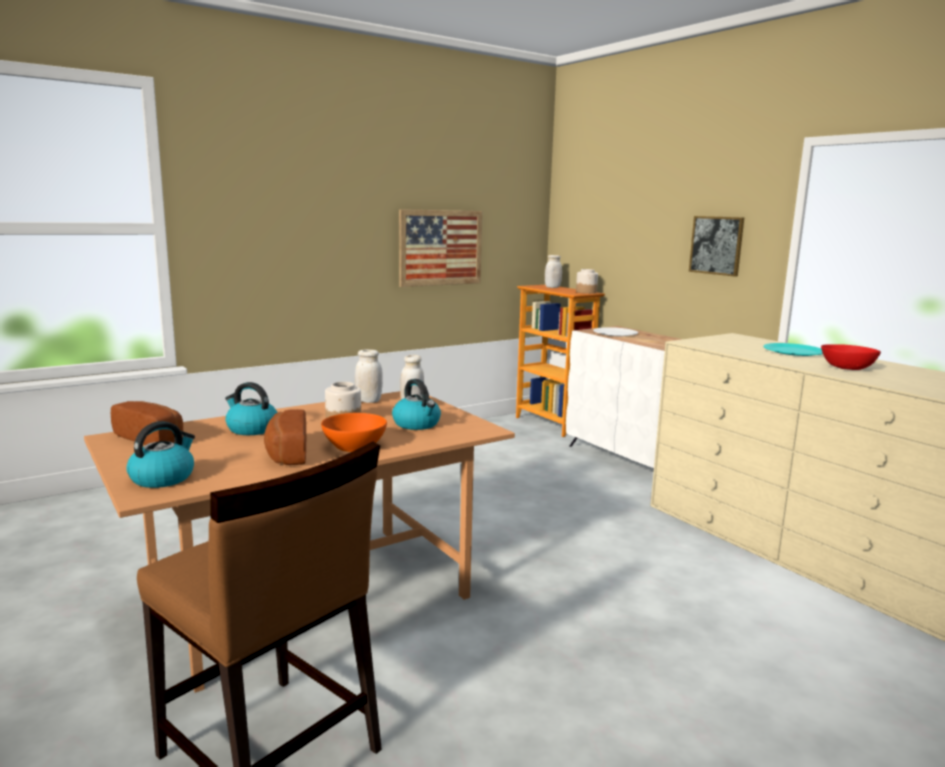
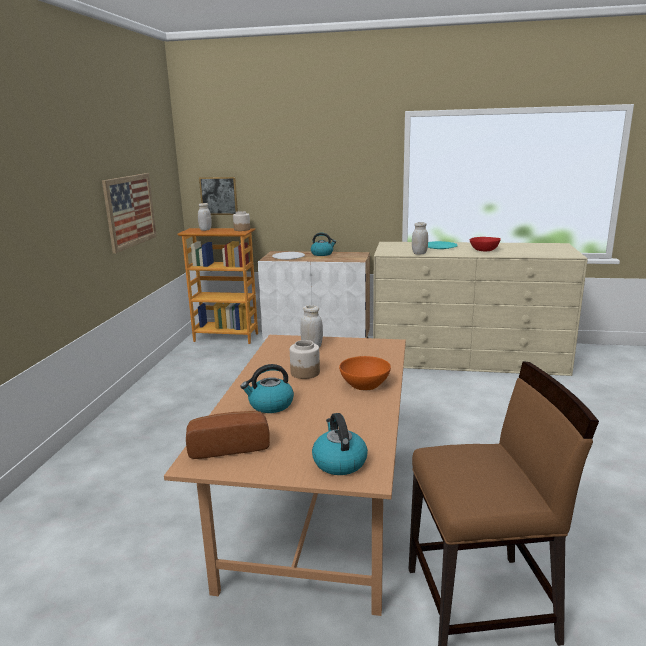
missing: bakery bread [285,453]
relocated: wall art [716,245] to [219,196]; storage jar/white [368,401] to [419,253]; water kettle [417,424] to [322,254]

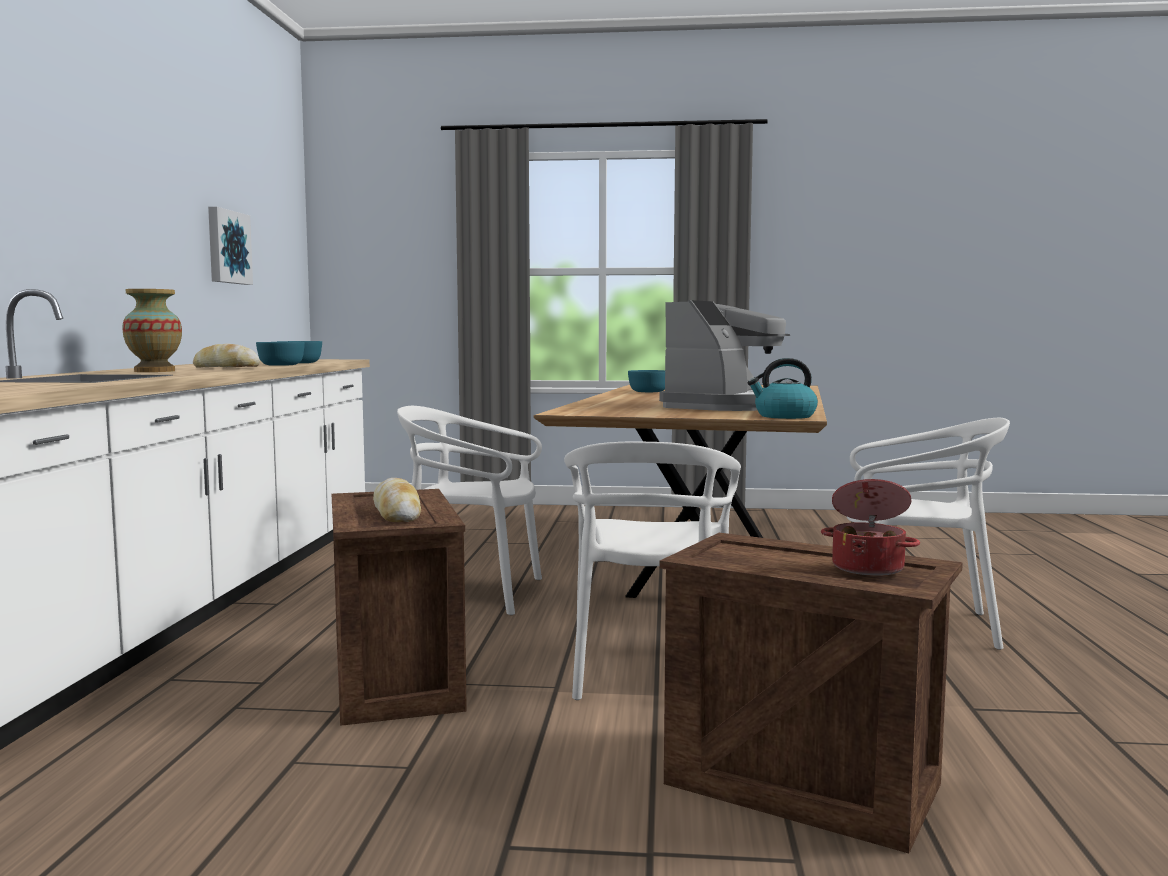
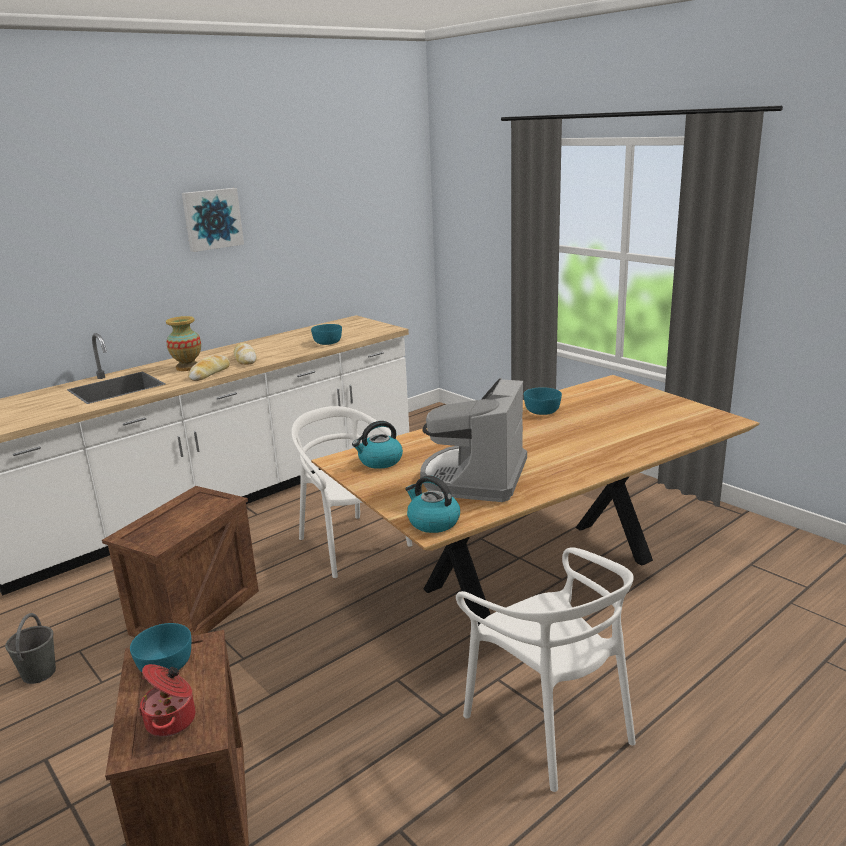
missing: plain chair/white [648,671]
appeared: water kettle [380,461]; bucket/greyish [39,673]
relocated: wall art [227,247] to [212,219]; deep dish/turquoise [280,365] to [165,663]; bakery bread [397,512] to [210,373]
spun: coffee machine [728,406] = [475,478] 120 degrees clockwise

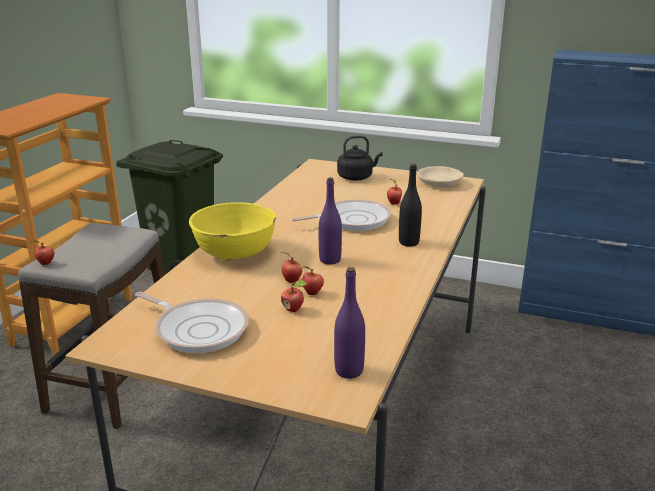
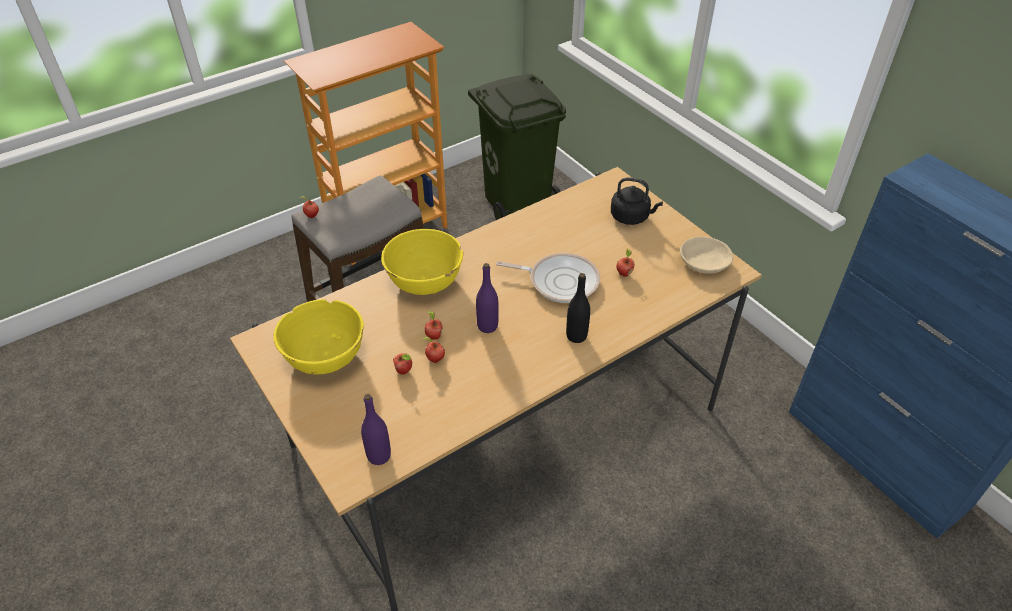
exchanged: pan [198,329] to deep dish/yellowish [325,356]

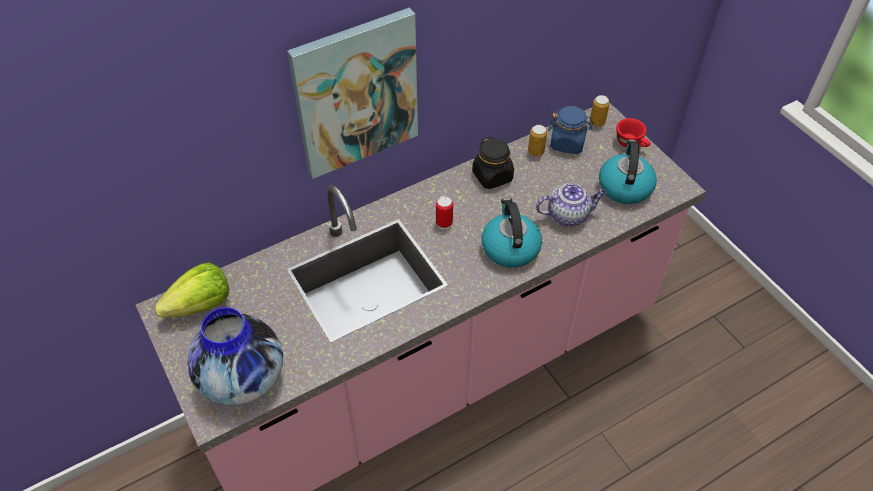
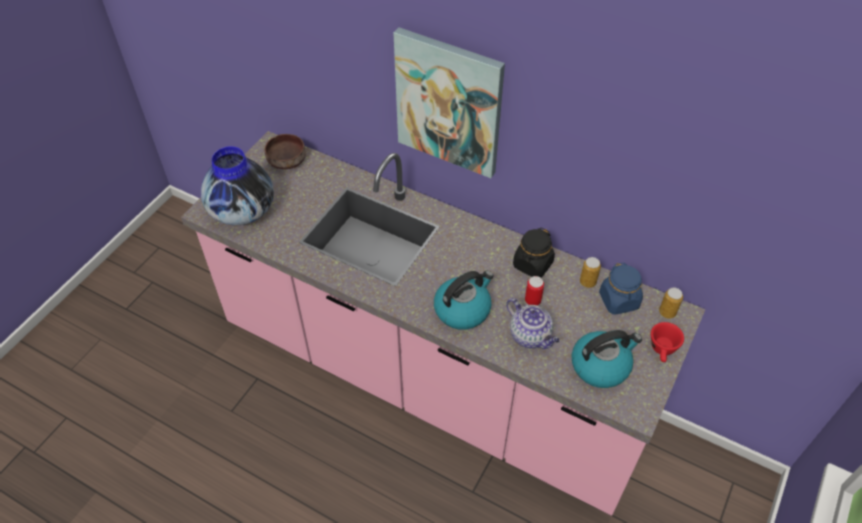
relocated: sealed can [444,223] to [532,301]
exchanged: lettuce head [201,305] to deep dish/brownish [287,161]

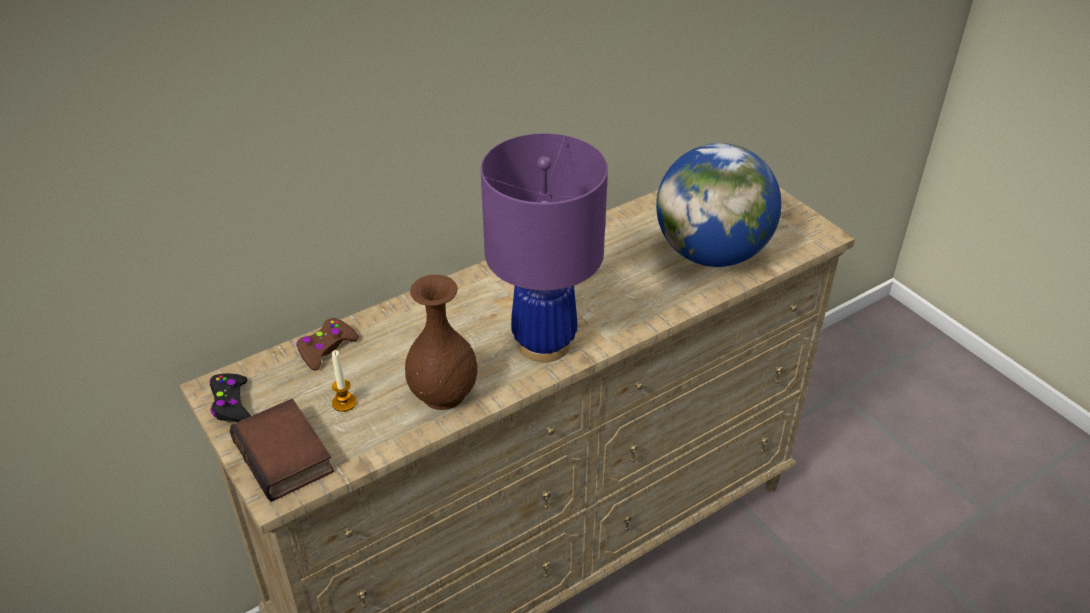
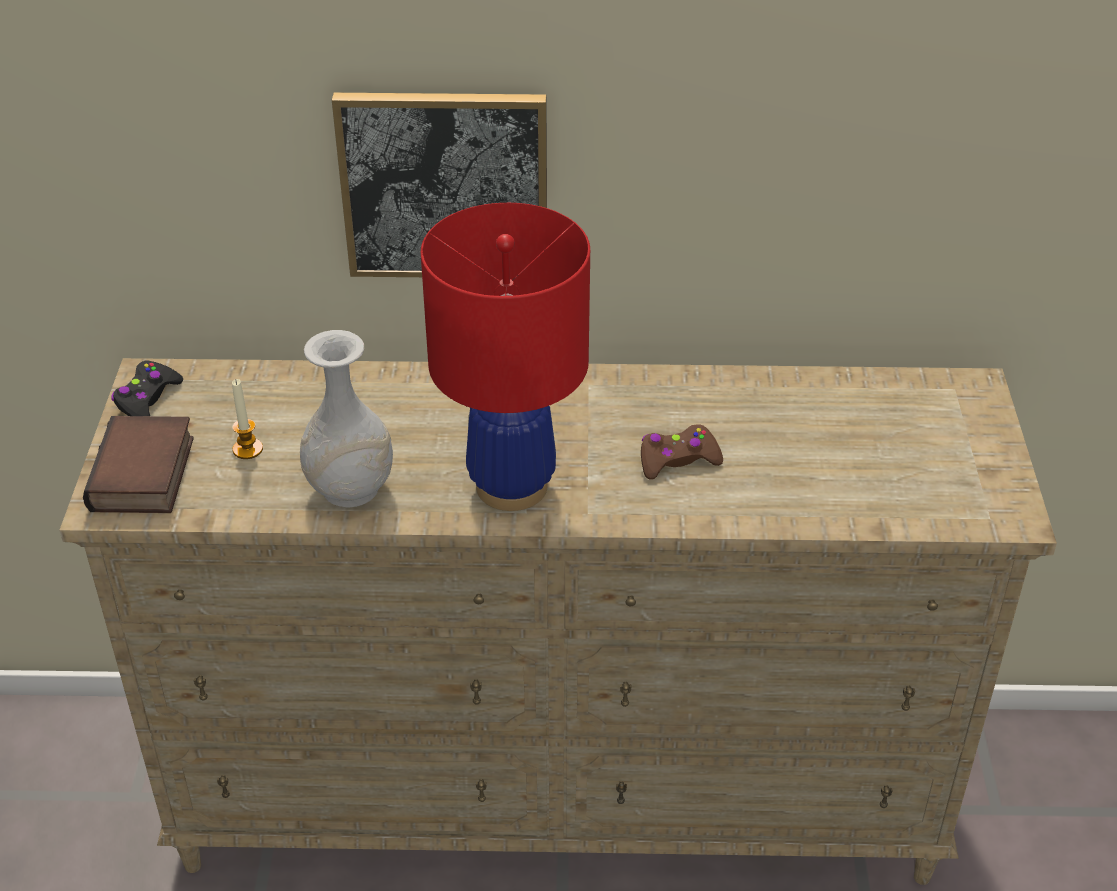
missing: world globe [711,253]
appeared: wall art [444,185]
relocated: game controller/brownish [326,349] to [677,460]
colour: table lamp/purplish [544,344] to table lamp/red-coloured [511,486]; decorative vase/brownish [444,394] to decorative vase/white [351,489]

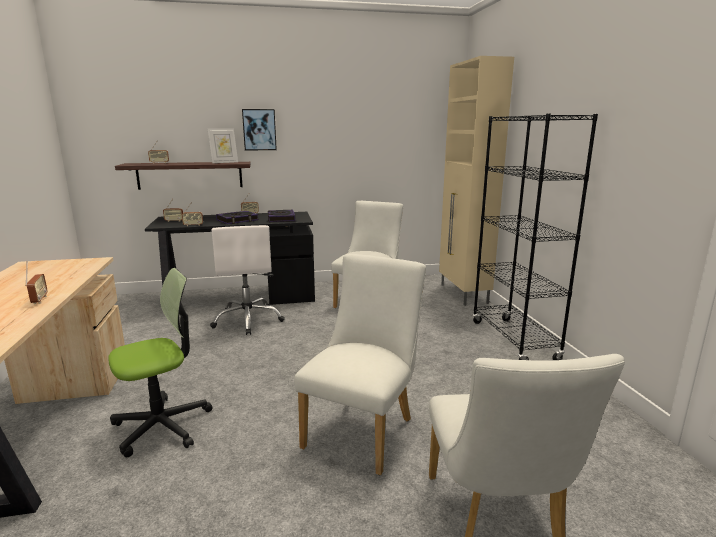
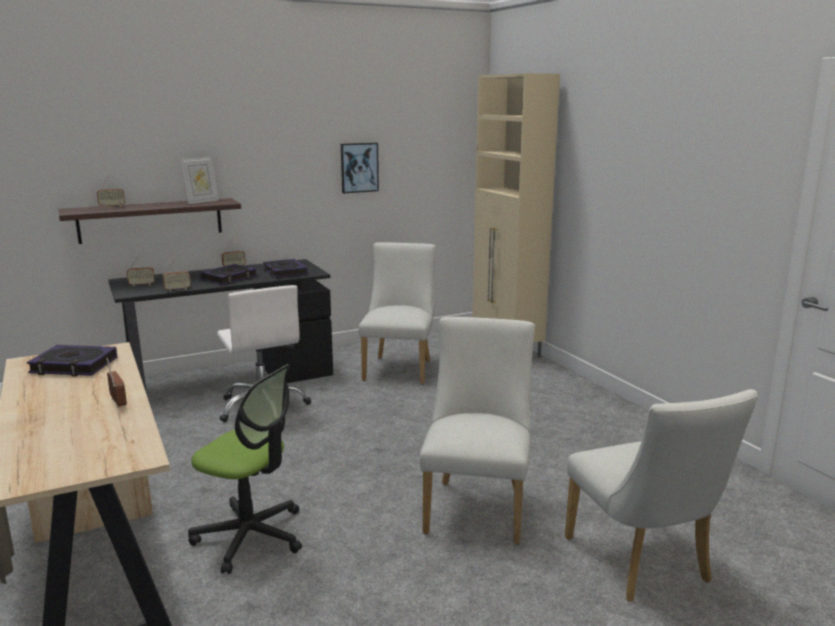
missing: bookshelf/blackish [513,341]
appeared: book [74,366]
relocated: wall art [259,129] to [359,167]
spun: computer chair [162,425] = [250,536] 75 degrees clockwise

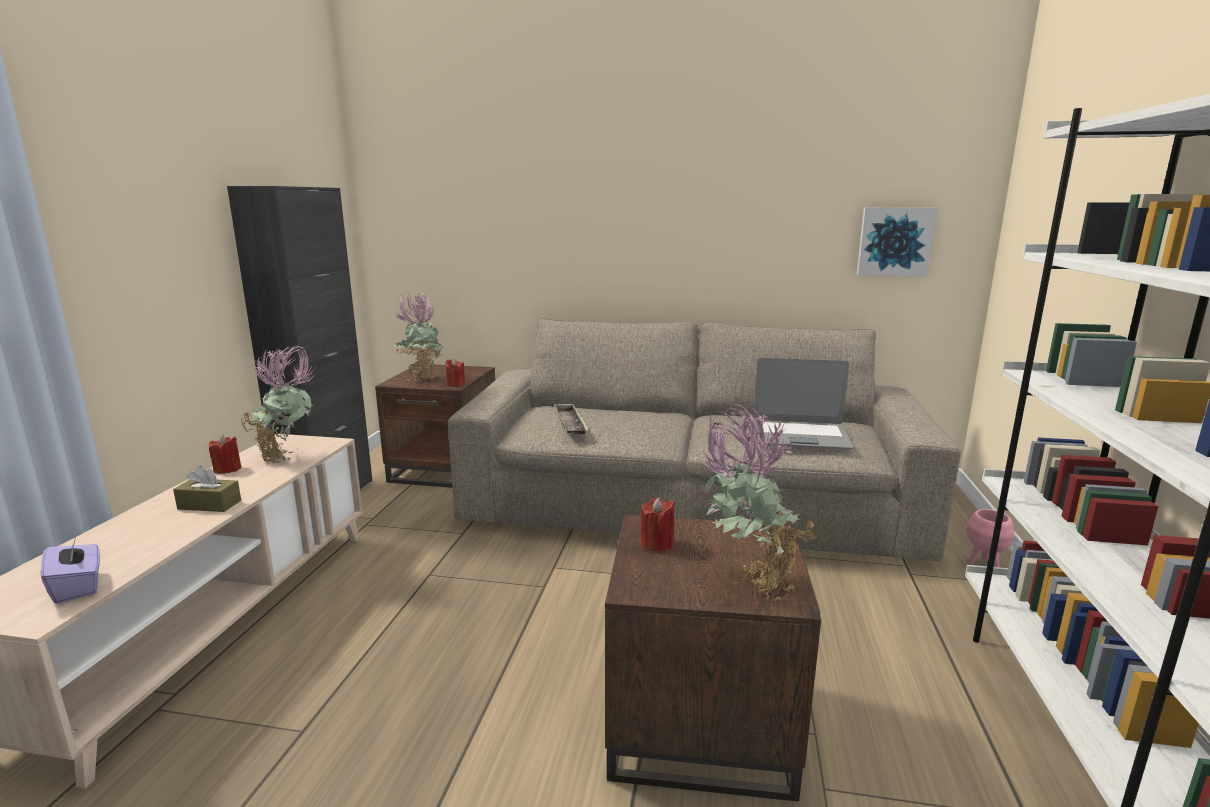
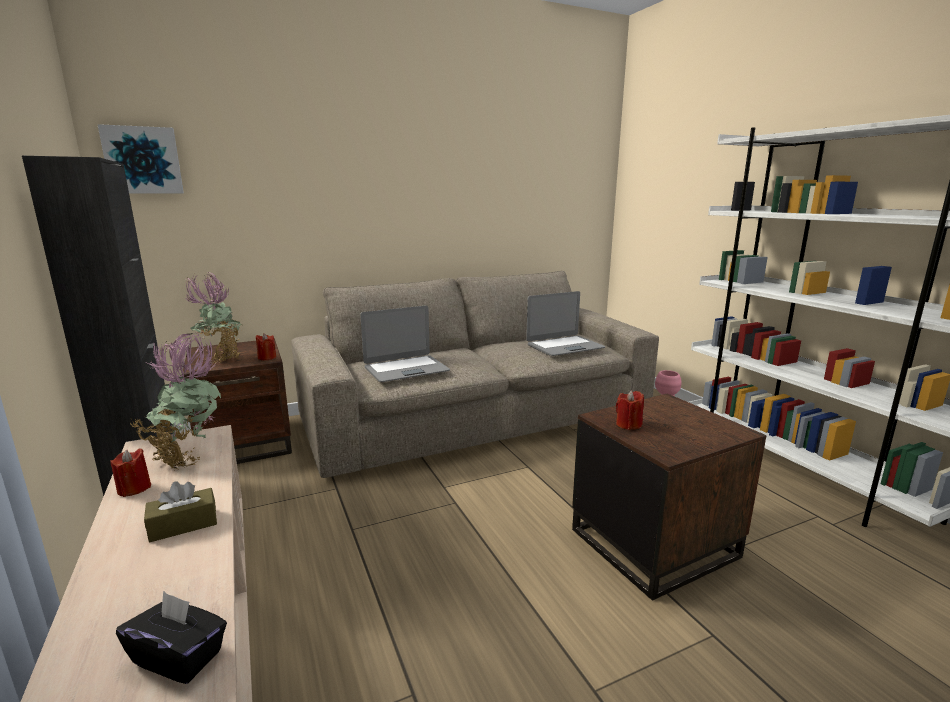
missing: houseplant [748,584]
relocated: wall art [894,241] to [143,160]
exchanged: tray [570,423] to laptop [406,369]
colour: tissue holder/purplish [78,587] to tissue holder/blackish [179,657]

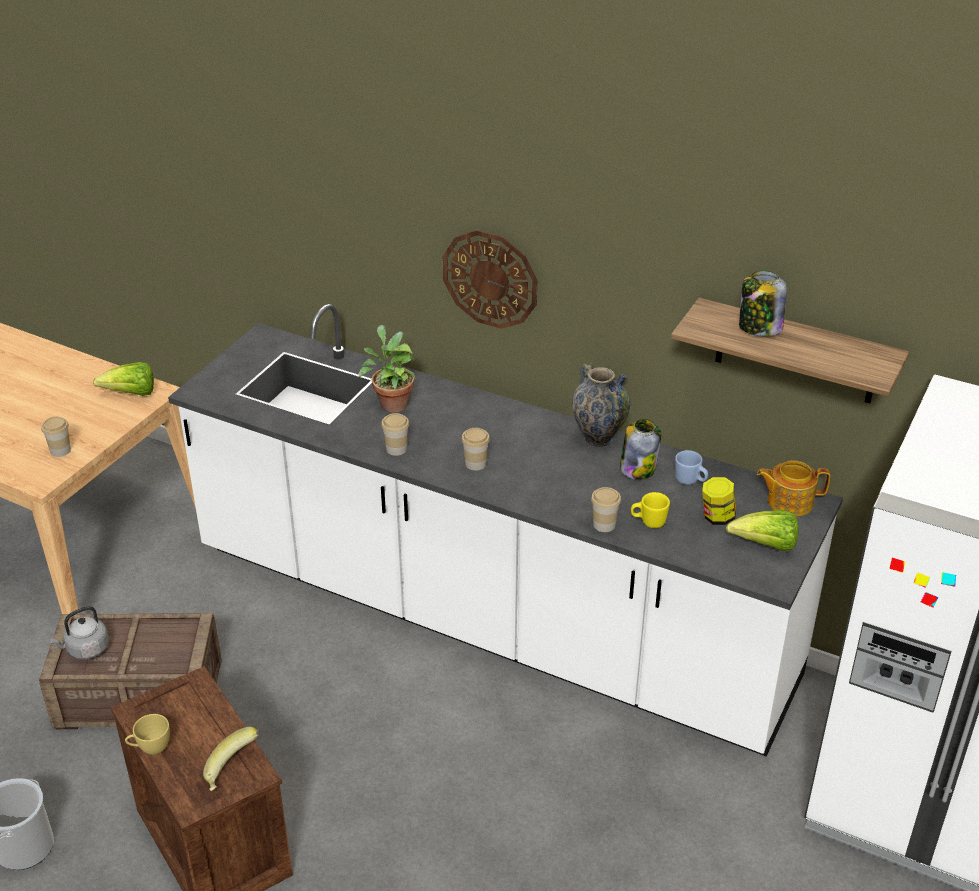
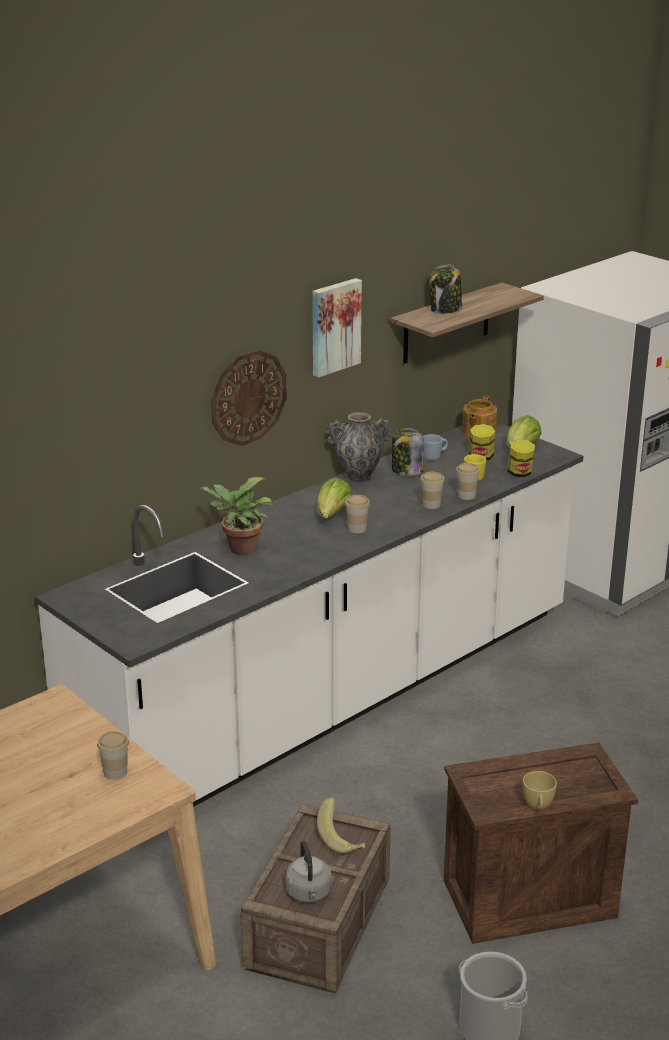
appeared: wall art [334,326]; storage jar [519,473]
relocated: lettuce head [131,394] to [332,515]; cup [396,449] to [431,504]; whole banana [233,771] to [342,840]

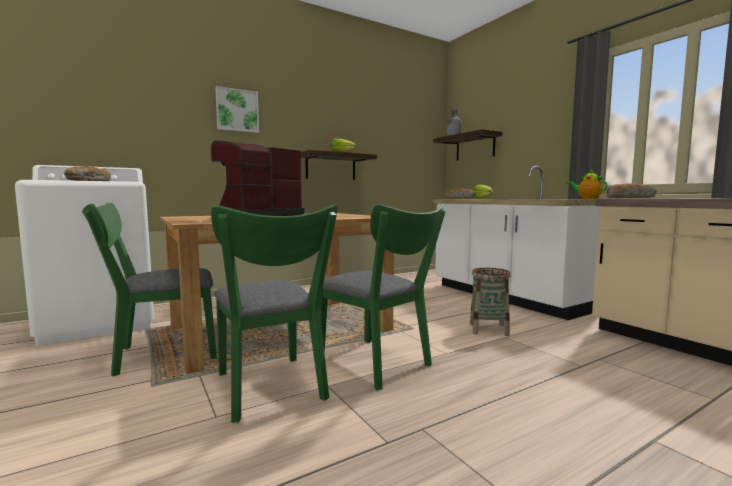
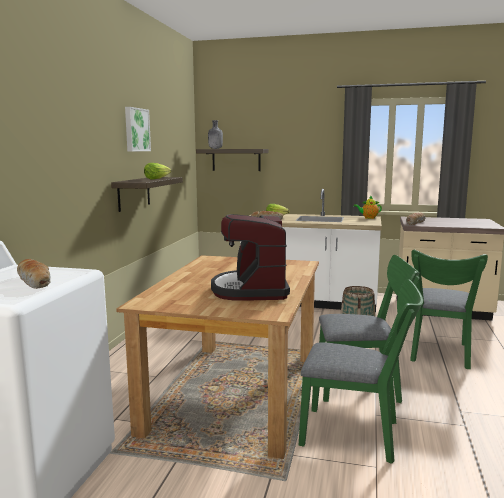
relocated: wall art [237,110] to [136,130]; plain chair/greenish [158,355] to [439,354]

